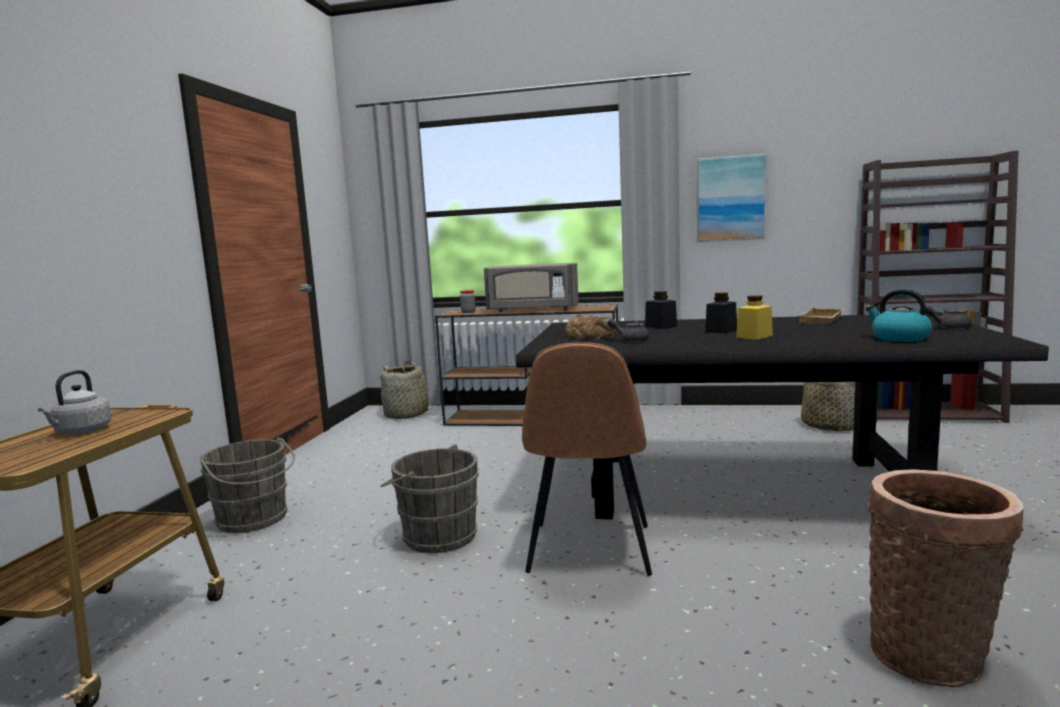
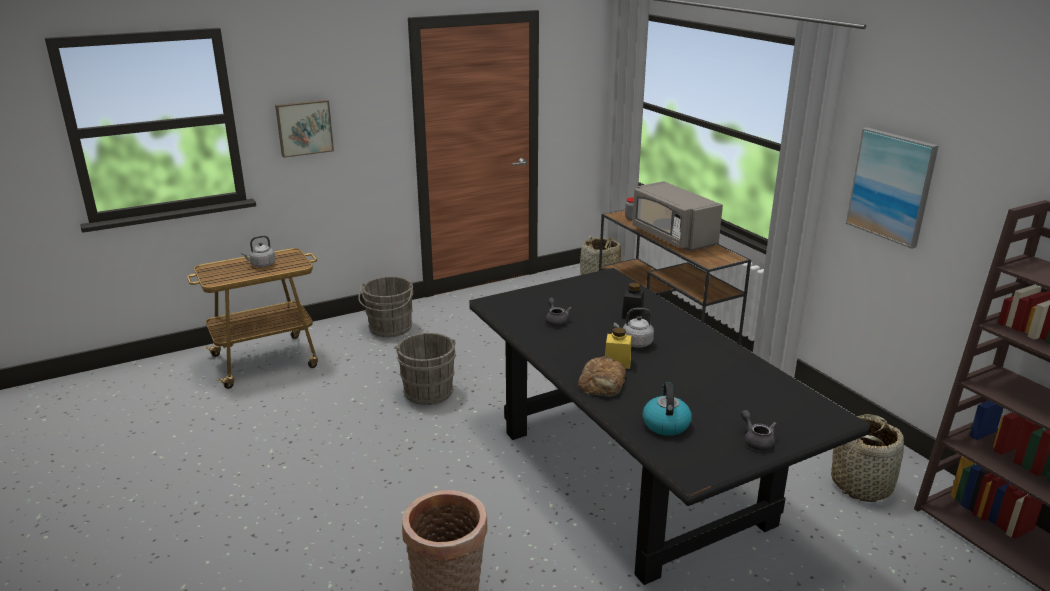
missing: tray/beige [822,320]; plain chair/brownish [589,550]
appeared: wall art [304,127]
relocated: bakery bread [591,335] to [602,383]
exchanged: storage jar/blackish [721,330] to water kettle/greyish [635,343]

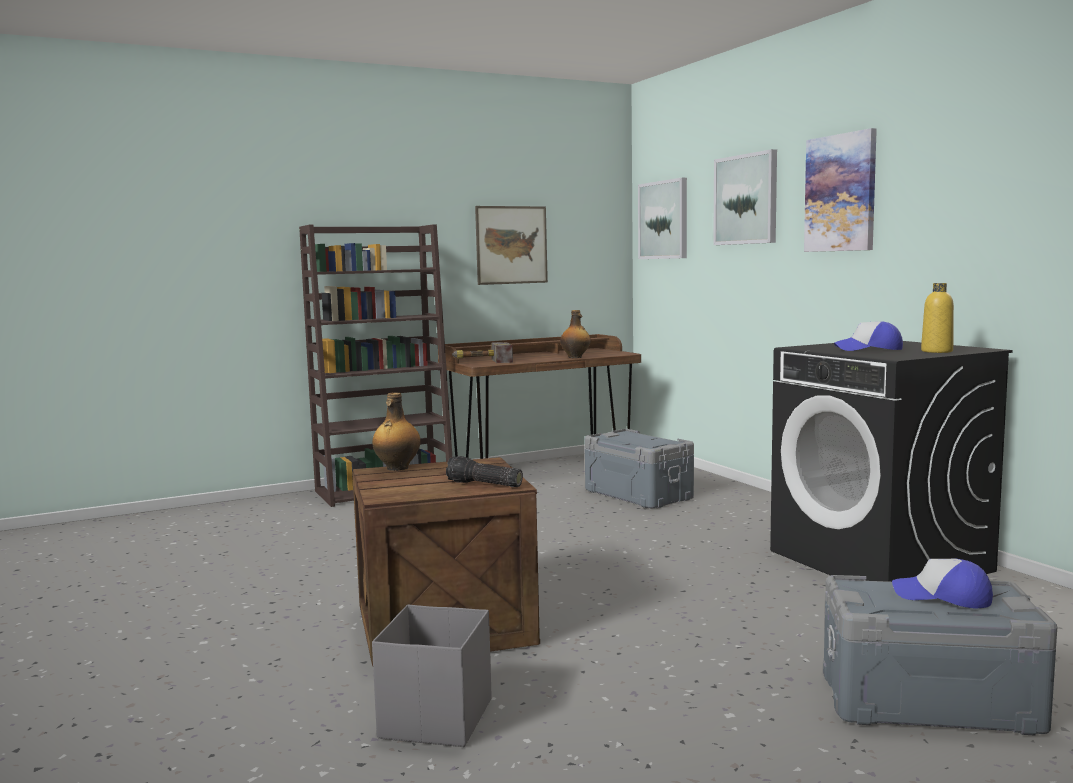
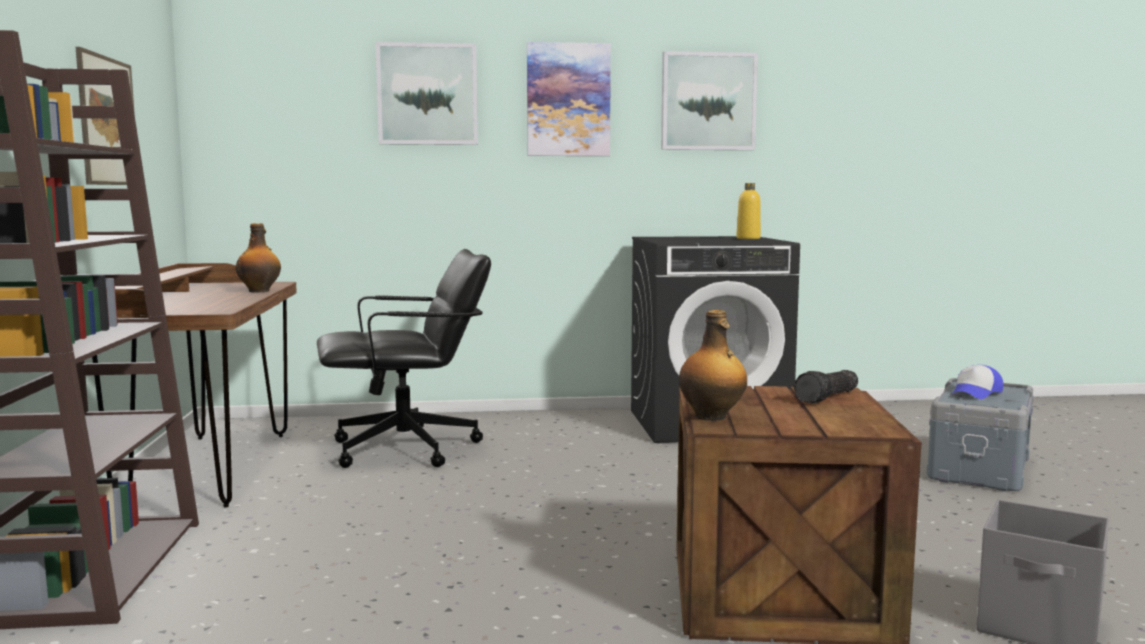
missing: peaked cap [869,349]; hand hammer [481,362]
relocated: wall art [664,220] to [708,101]
exchanged: storage bin/greyish [637,495] to computer chair/blackish [407,449]

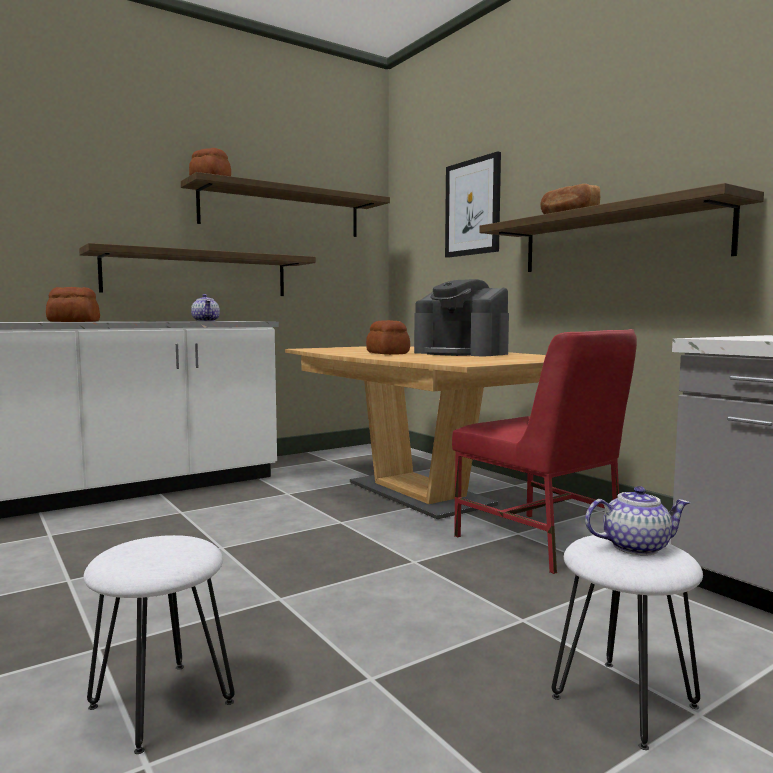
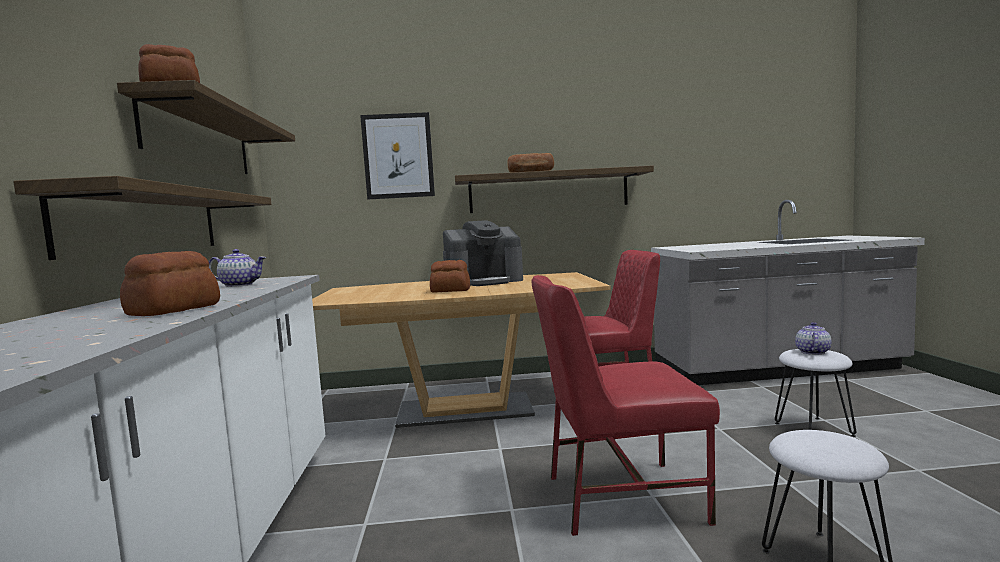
appeared: plain chair/red-coloured [620,497]

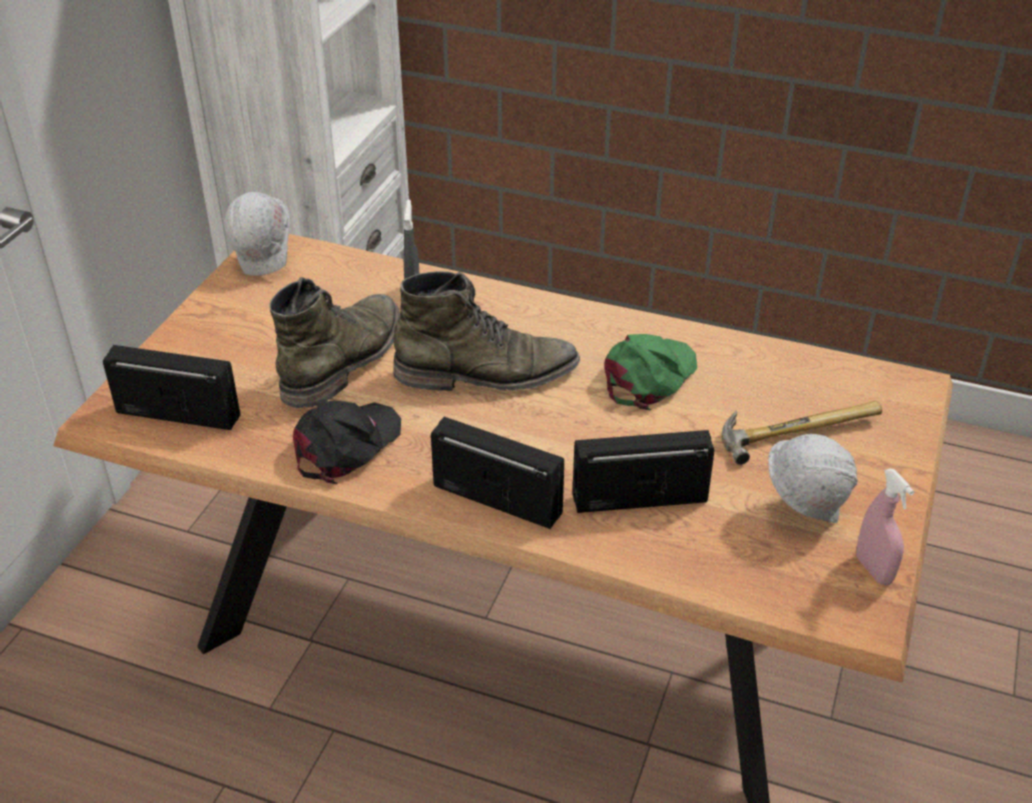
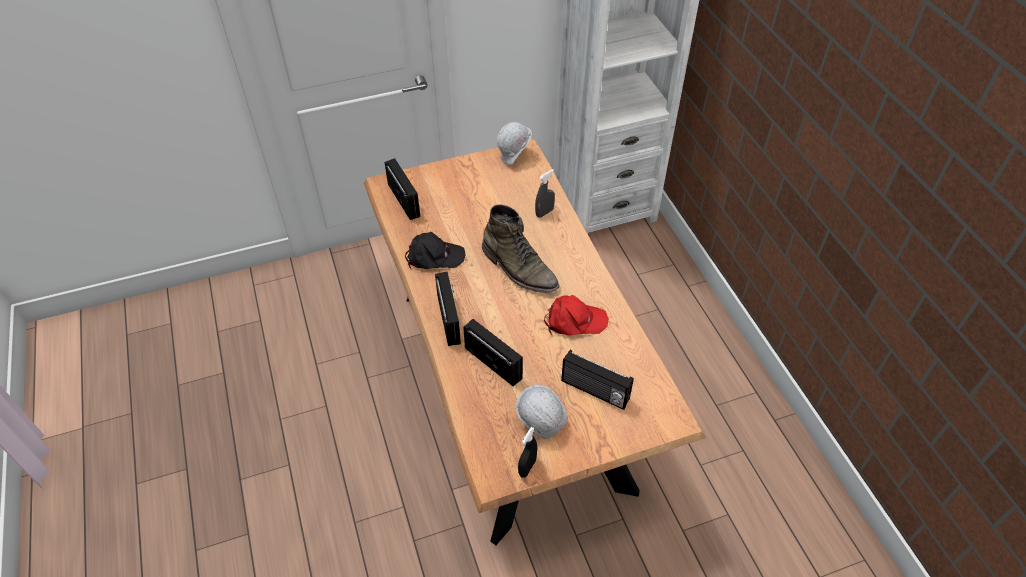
missing: high-top boot/greenish [344,360]
exchanged: hand hammer [795,428] to radio receiver [594,391]
colour: peaked cap/greenish [649,377] to peaked cap/red-coloured [574,321]; sprayer/pink-coloured [873,570] to sprayer/blackish [527,467]

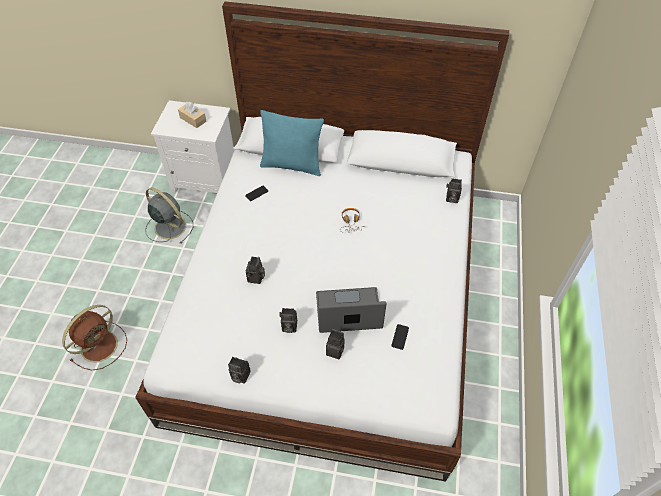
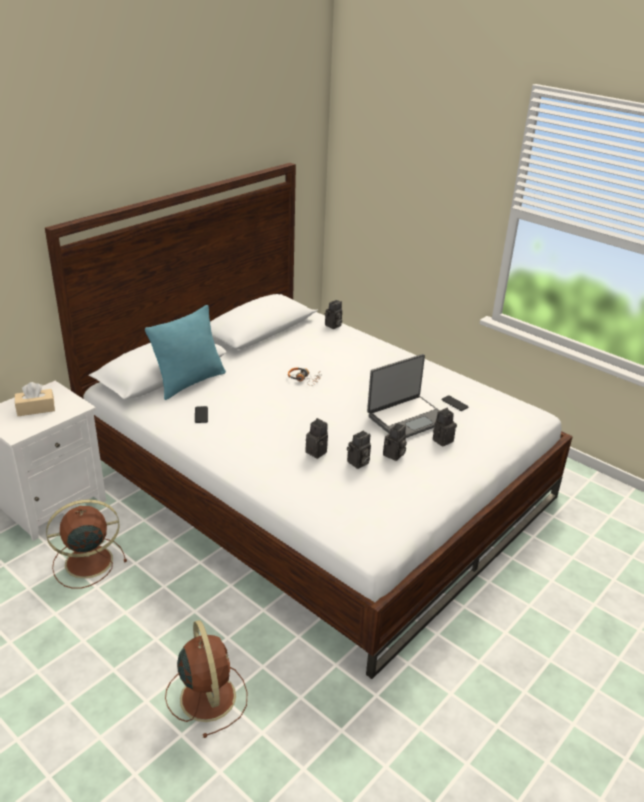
relocated: still camera [239,376] to [358,463]
colour: fan/greyish [169,226] to fan/brownish [86,562]
spun: laptop [348,313] = [407,418] 150 degrees counterclockwise

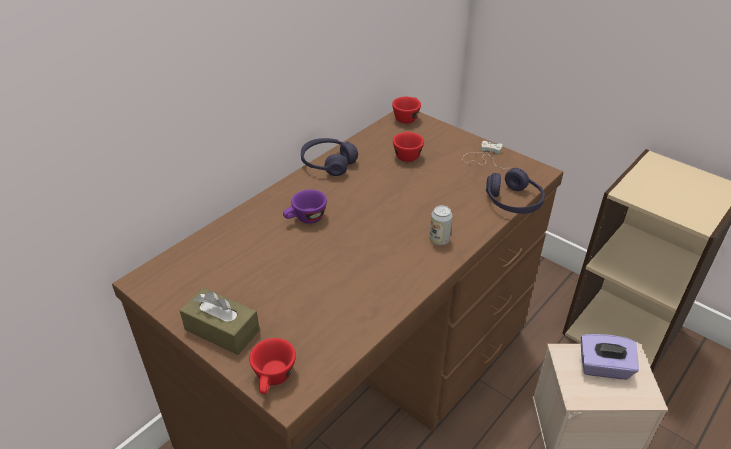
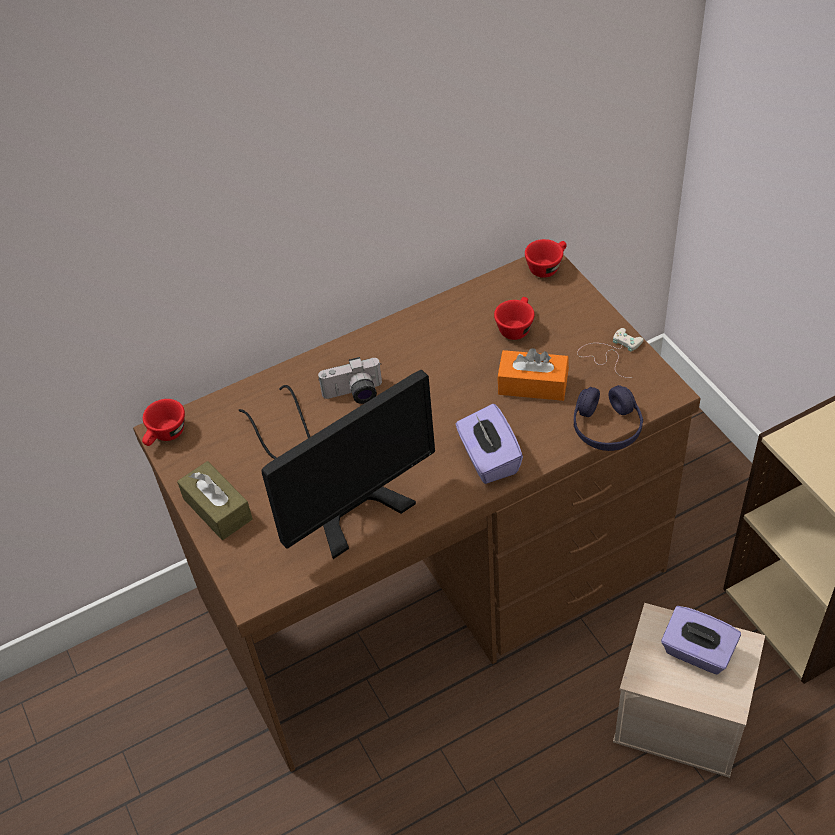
missing: pair of headphones/purplish [328,163]
appeared: tissue holder/orange [533,385]; computer display [339,491]
relocated: cup/red-coloured [273,379] to [165,436]
exchanged: cup/purplish [305,219] to still camera [354,394]; sealed can [439,240] to tissue holder/purplish [488,459]

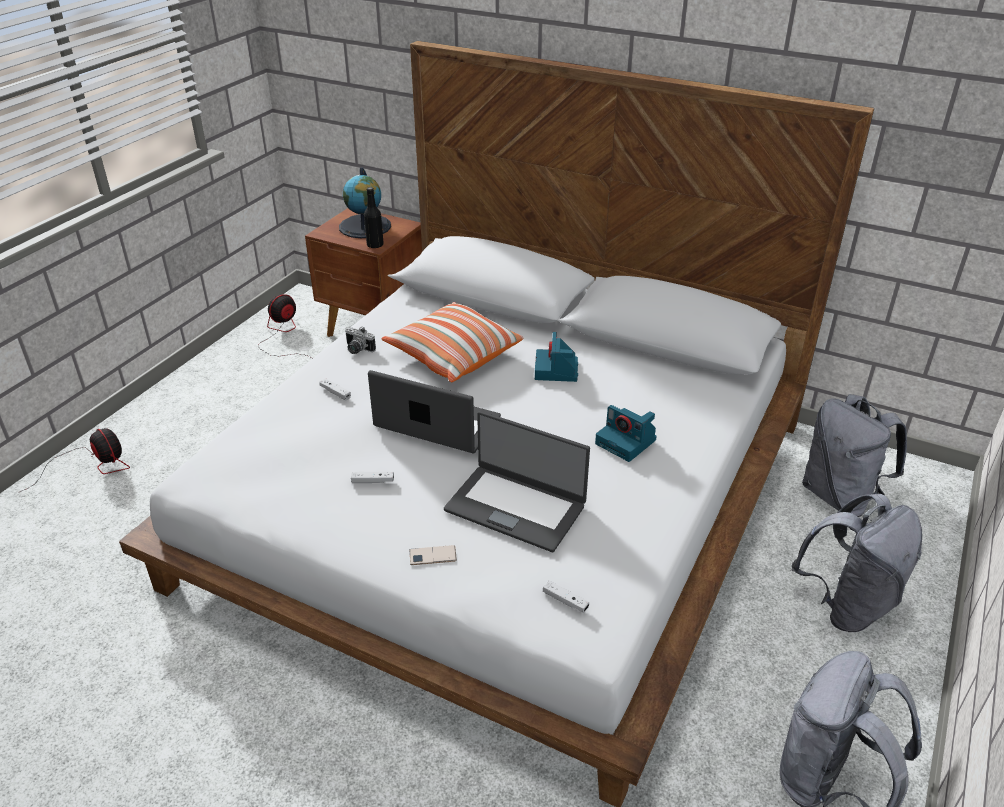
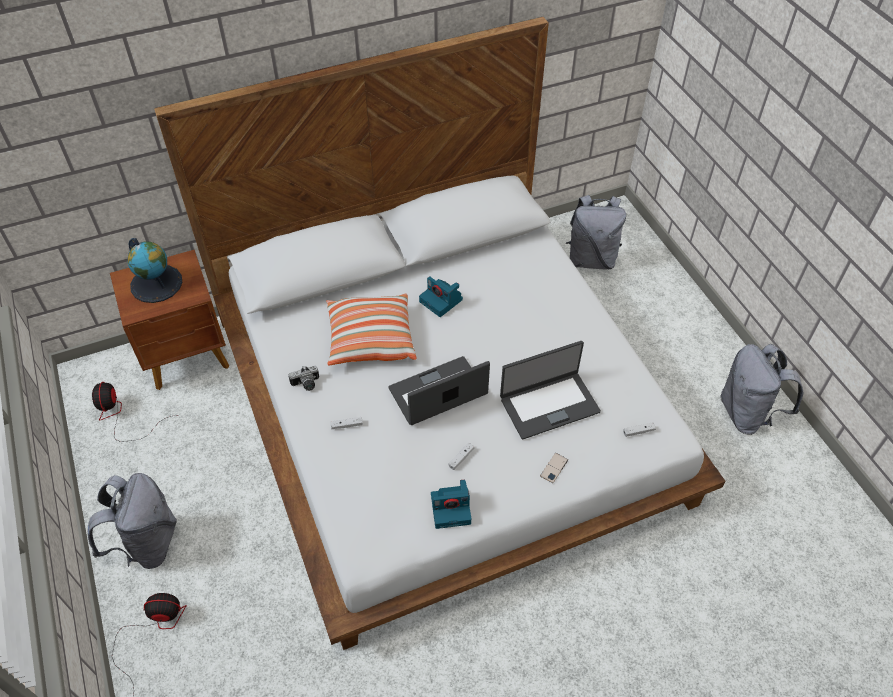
missing: bottle/blackish [375,245]
relocated: still camera [627,442] to [451,508]; rucksack/greyish [847,605] to [147,543]

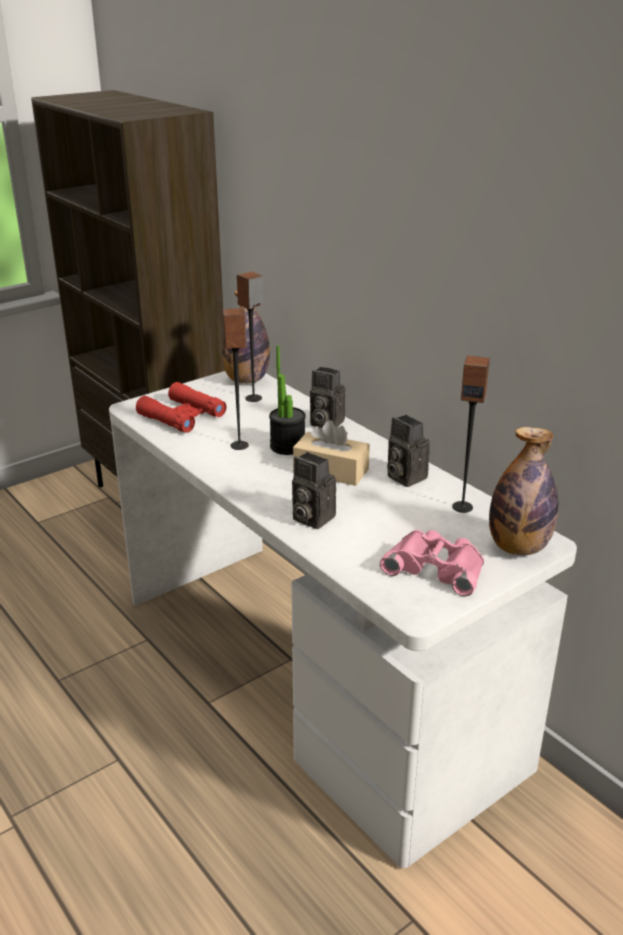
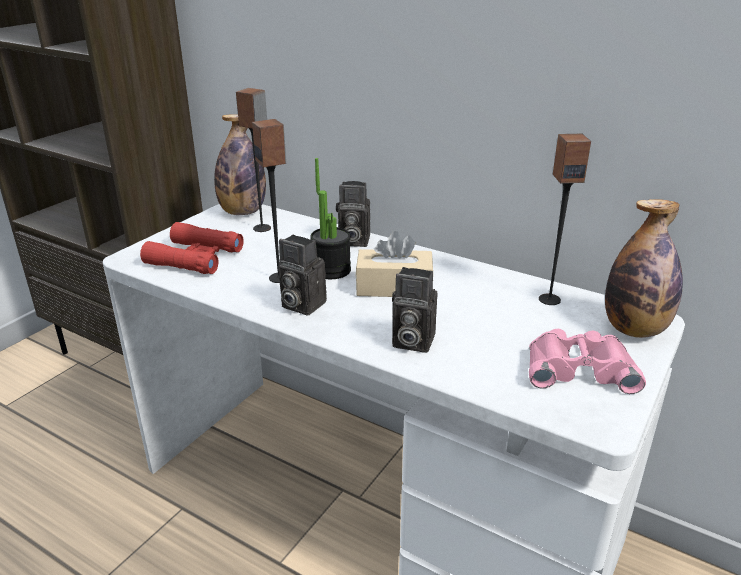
relocated: still camera [403,477] to [300,304]

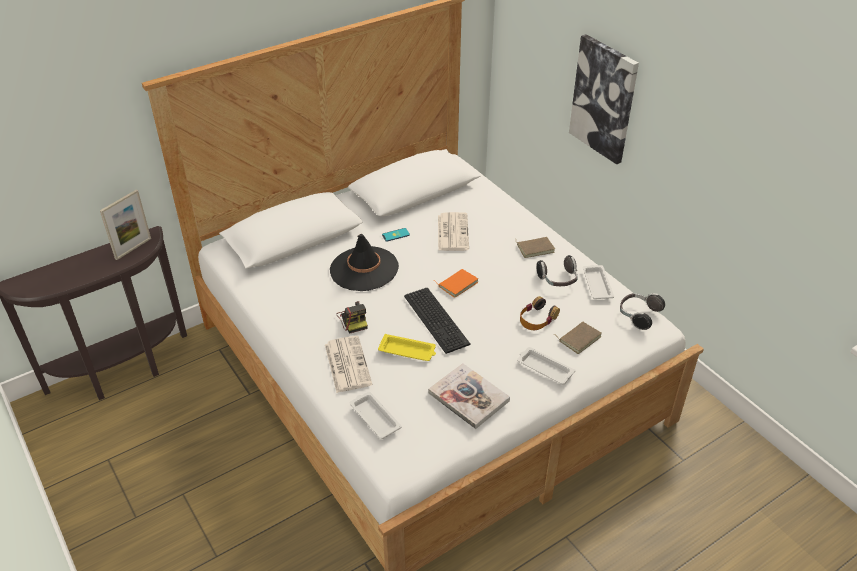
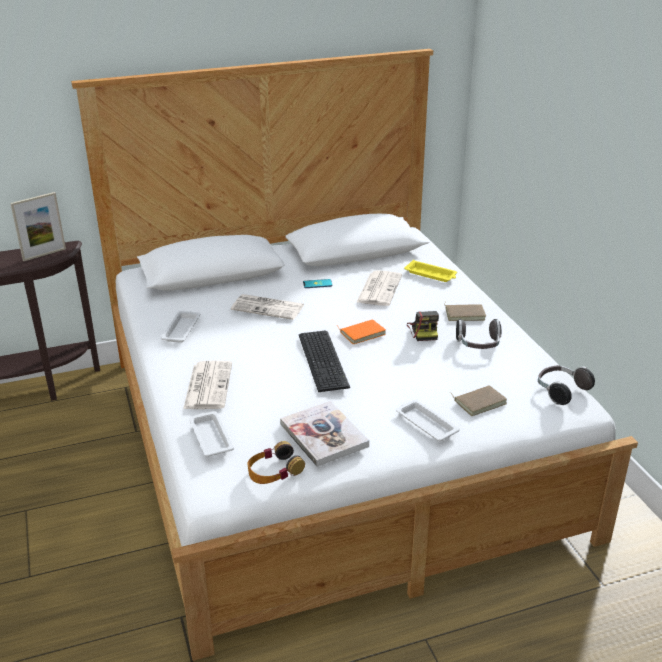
missing: wall art [604,99]
relocated: tray/white [597,284] to [182,329]; pair of headphones [537,319] to [274,470]; still camera [353,319] to [424,331]; tray/yellowish [408,351] to [431,274]
exchanged: clothing hat/blackish [364,269] to newspaper [269,307]

